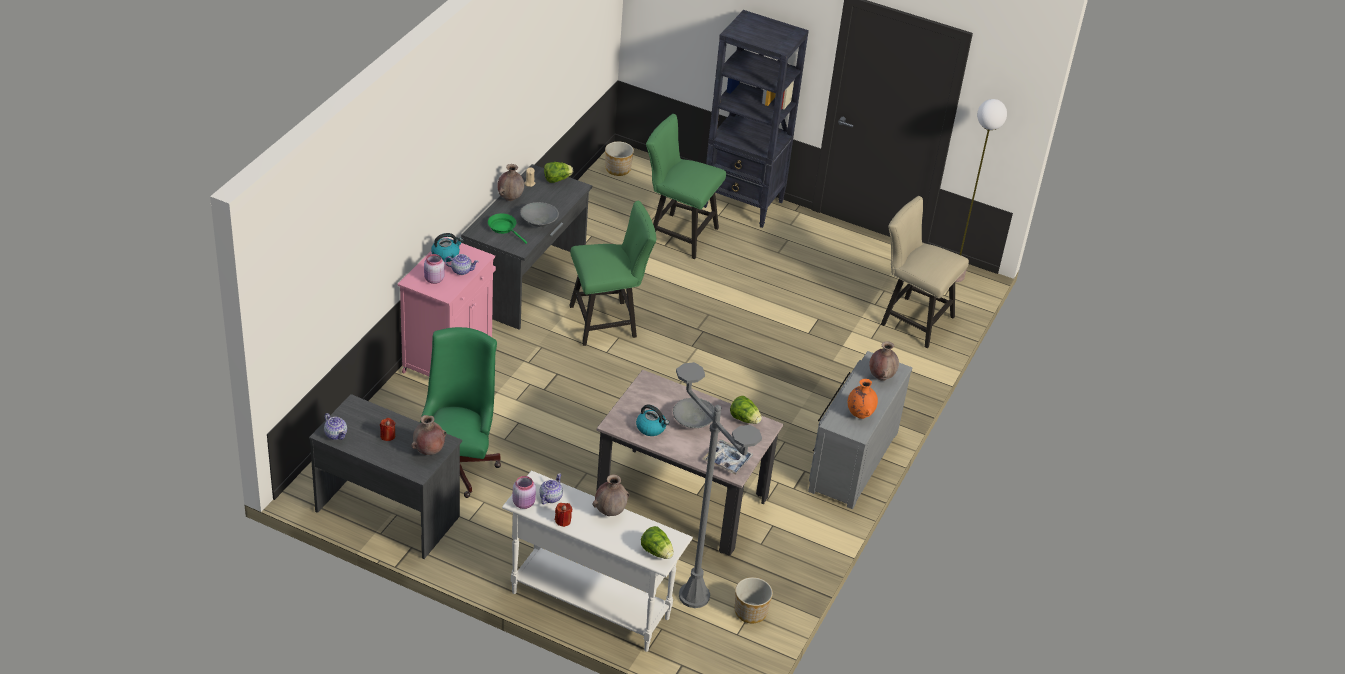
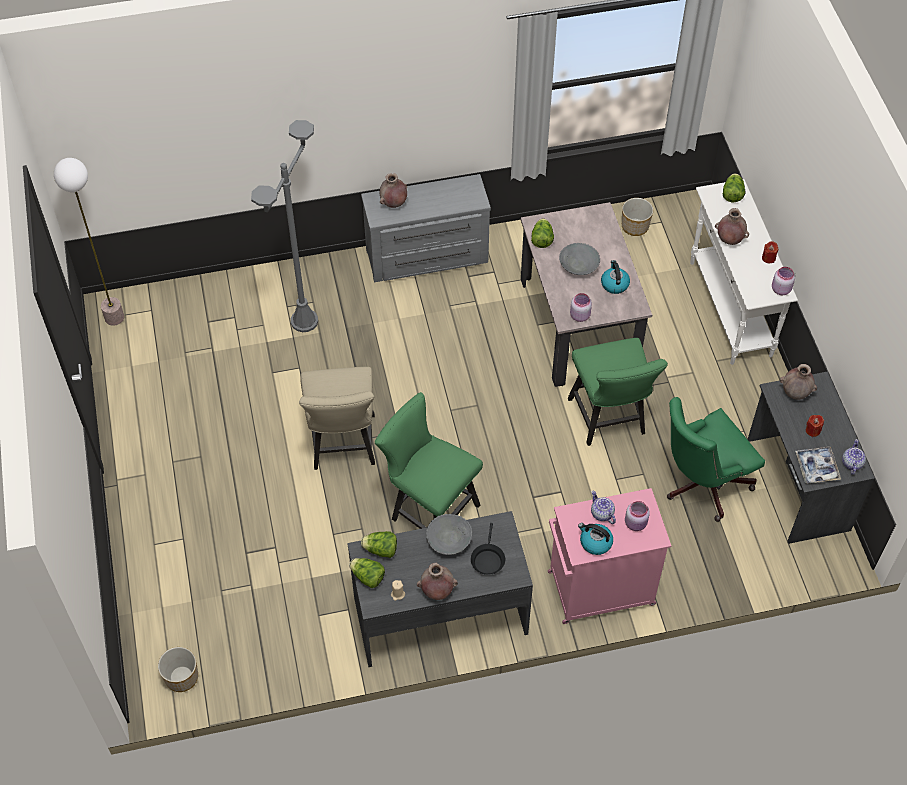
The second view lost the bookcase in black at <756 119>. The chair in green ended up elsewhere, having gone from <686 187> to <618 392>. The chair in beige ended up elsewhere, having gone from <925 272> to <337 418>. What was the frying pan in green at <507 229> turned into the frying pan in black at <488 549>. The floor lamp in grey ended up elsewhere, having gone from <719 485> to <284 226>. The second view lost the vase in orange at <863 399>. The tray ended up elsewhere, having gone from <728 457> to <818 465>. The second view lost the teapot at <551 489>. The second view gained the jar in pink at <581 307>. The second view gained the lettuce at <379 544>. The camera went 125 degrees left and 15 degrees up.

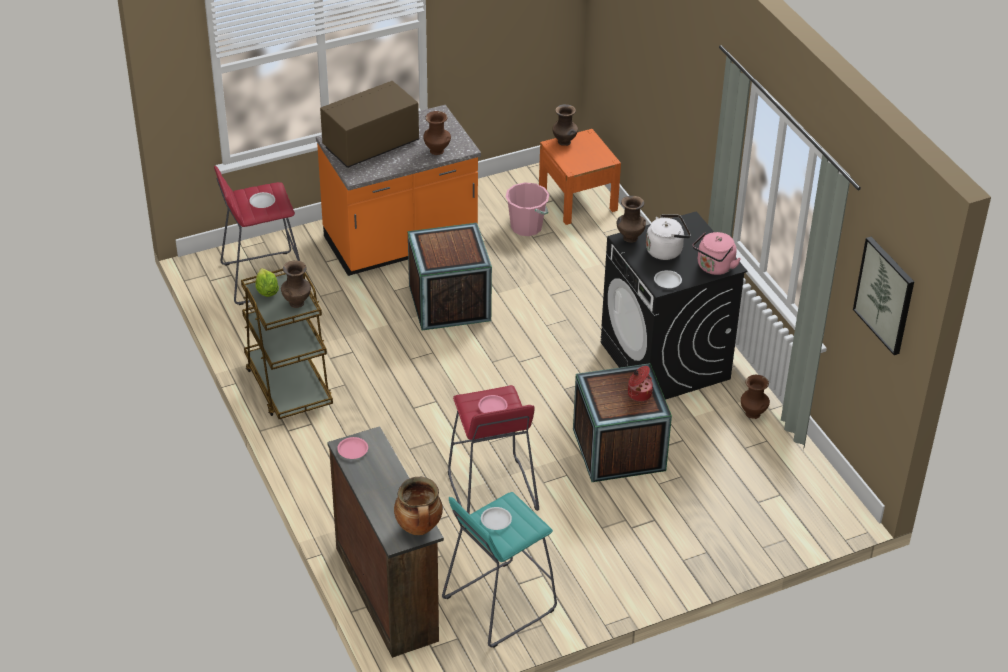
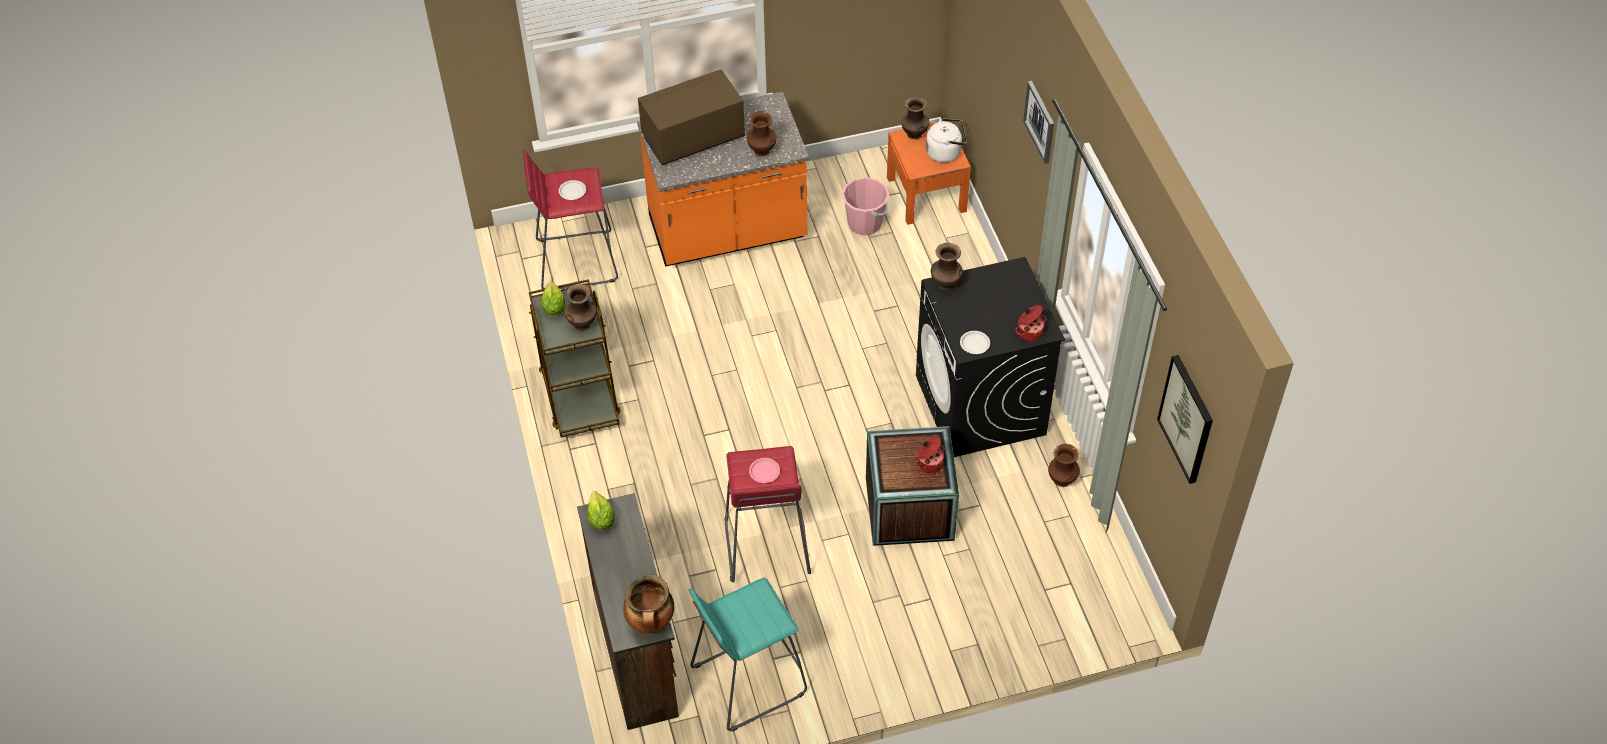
The kettle in white ended up elsewhere, having gone from <668 237> to <946 140>. The second view lost the crate at <450 276>. Where the kettle in pink stood at <716 253>, the cooking pot came to stand at <1030 323>. Where the plate in pink stood at <352 448>, the lettuce came to stand at <601 510>. The second view lost the plate in white at <496 518>. The second view gained the picture at <1038 122>. The camera went 10 degrees right and 10 degrees up.

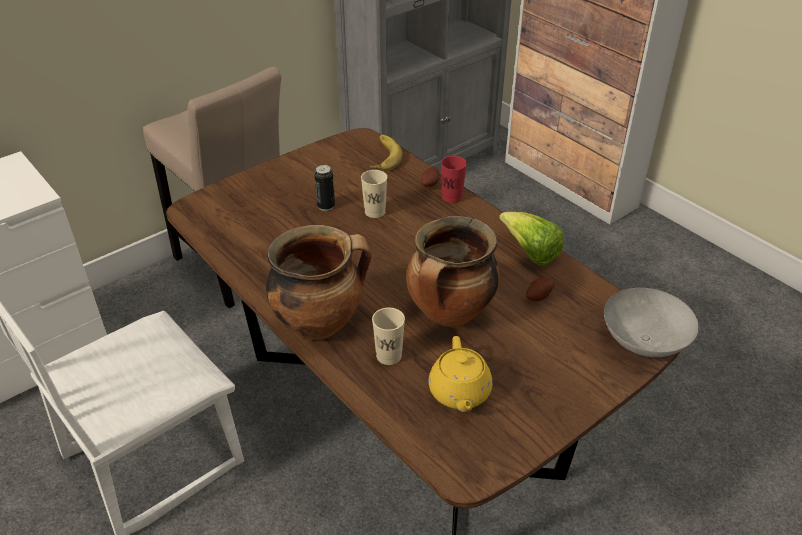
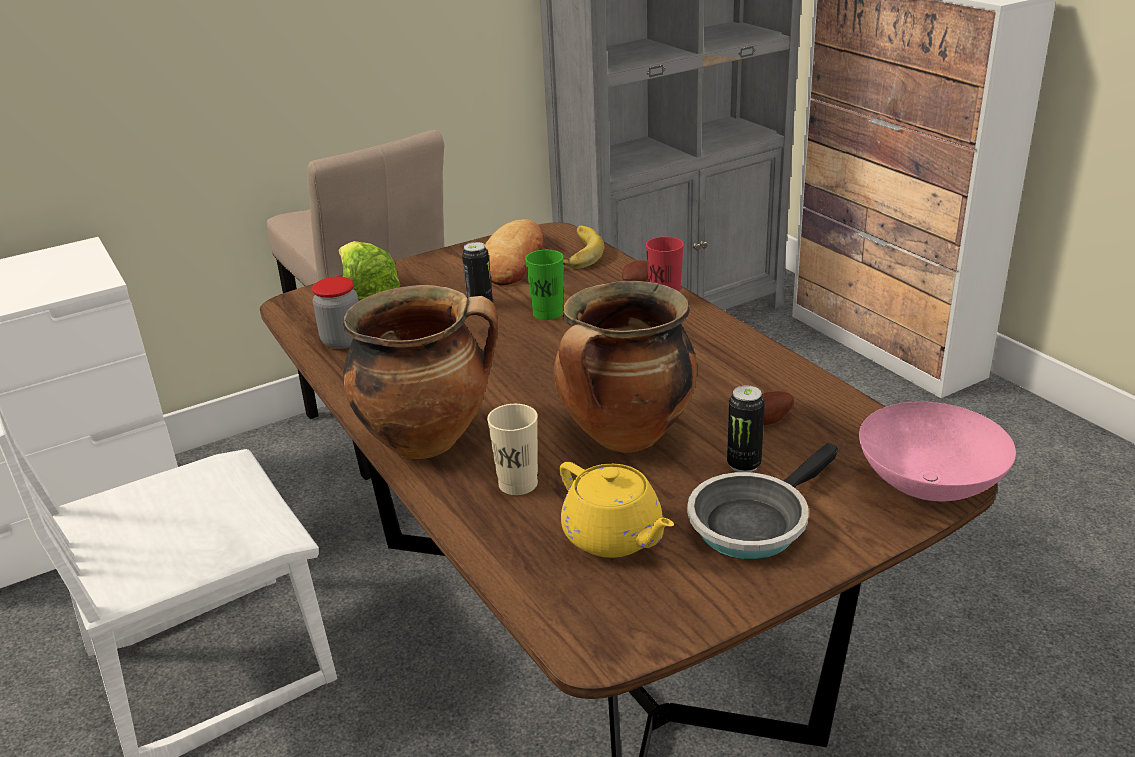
What was the cup in beige at <374 194> turned into the cup in green at <544 285>. The lettuce ended up elsewhere, having gone from <531 239> to <369 271>. What was the bowl in grey at <651 322> turned into the bowl in pink at <937 451>. The teapot in yellow at <461 374> ended up facing another way, 45 degrees counterclockwise from before. The second view gained the bread at <514 252>. The second view gained the jar at <335 313>. The second view gained the can at <746 429>. The second view gained the frying pan at <762 500>. The camera went 10 degrees right and 10 degrees down.

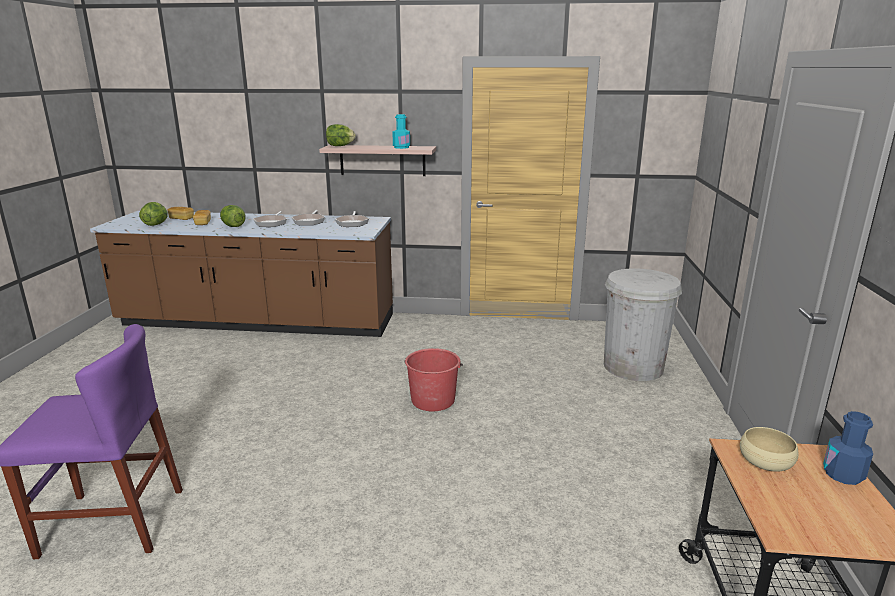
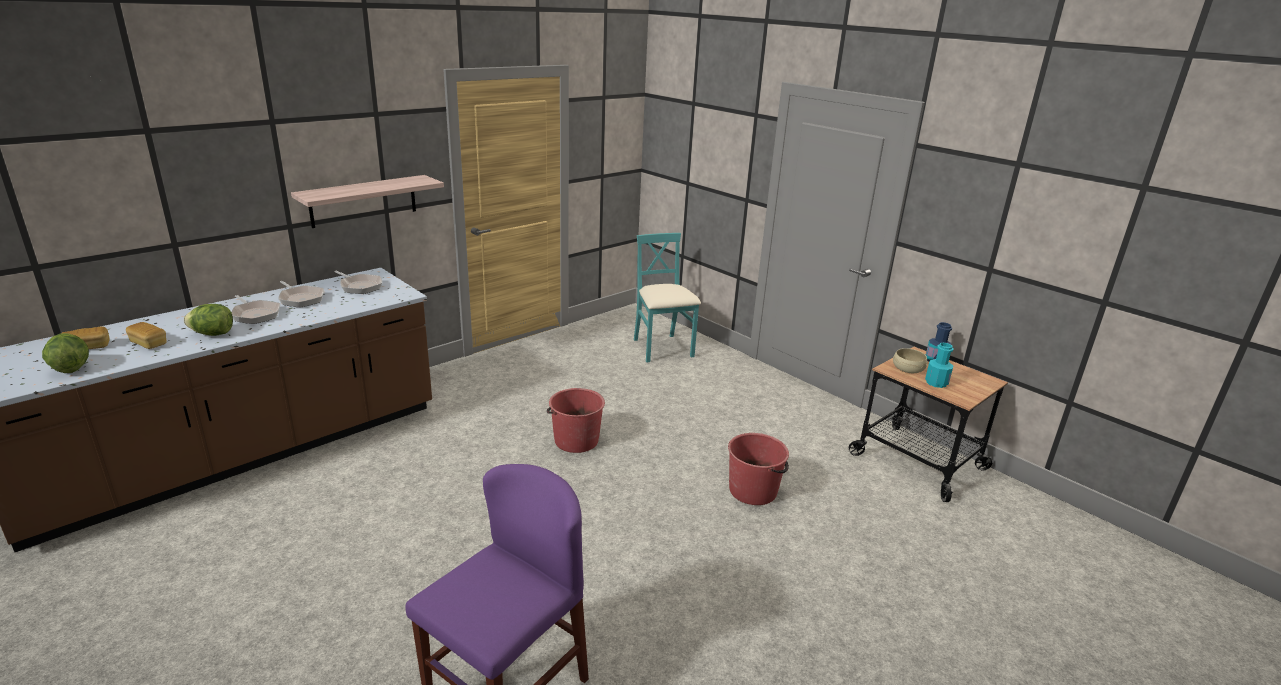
The bottle in turquoise ended up elsewhere, having gone from <401 131> to <939 365>. The second view lost the lettuce at <341 135>. Where the trash can in white stood at <643 324>, the chair in turquoise came to stand at <667 298>. The second view gained the bucket in red at <758 469>. The camera went 50 degrees left and 5 degrees up.

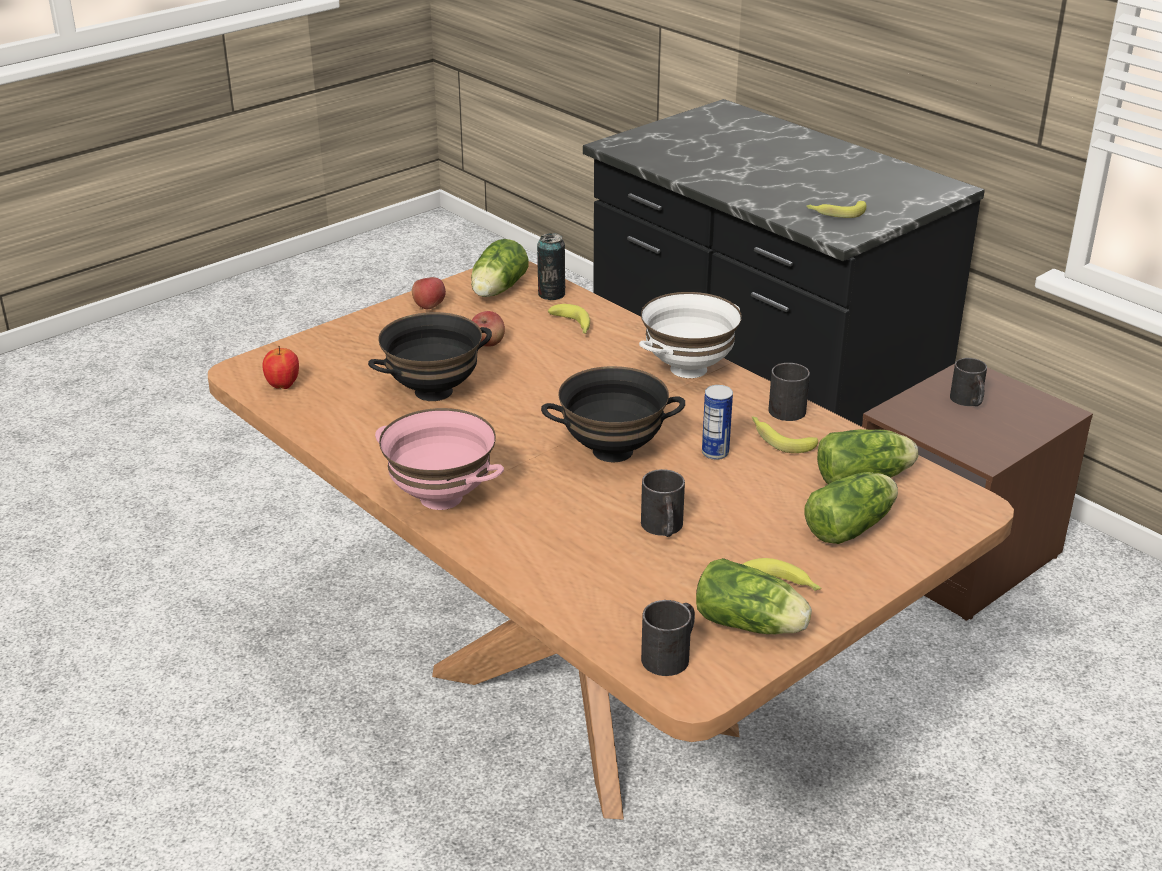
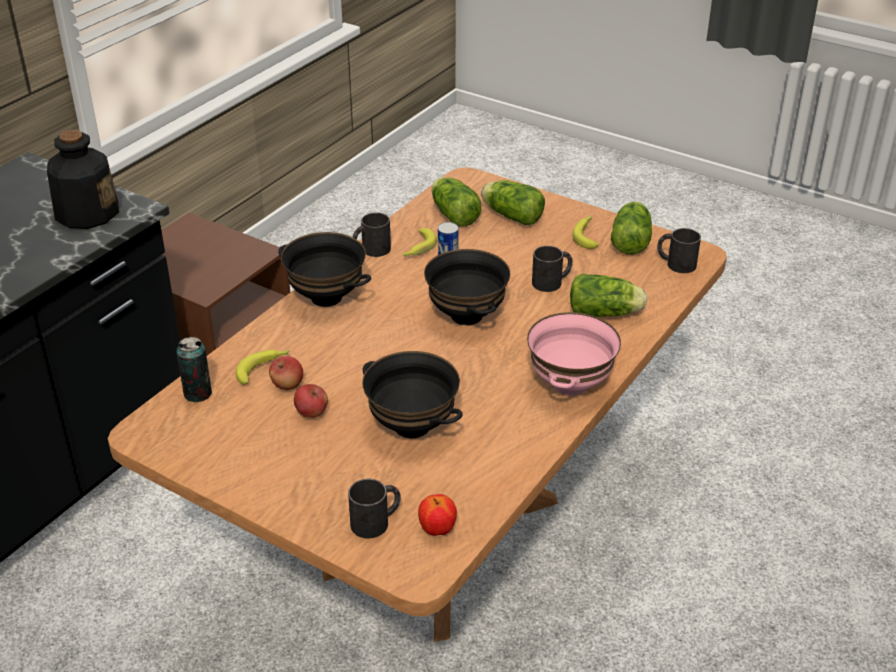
Where the banana stood at <836 209>, the bottle came to stand at <83 179>. The lettuce ended up elsewhere, having gone from <499 268> to <608 295>. The apple ended up elsewhere, having gone from <429 293> to <286 373>. What was the bowl in white at <690 335> turned into the bowl in black at <324 269>. The mug in black ended up elsewhere, having gone from <968 382> to <374 508>. The camera went 105 degrees left and 5 degrees up.

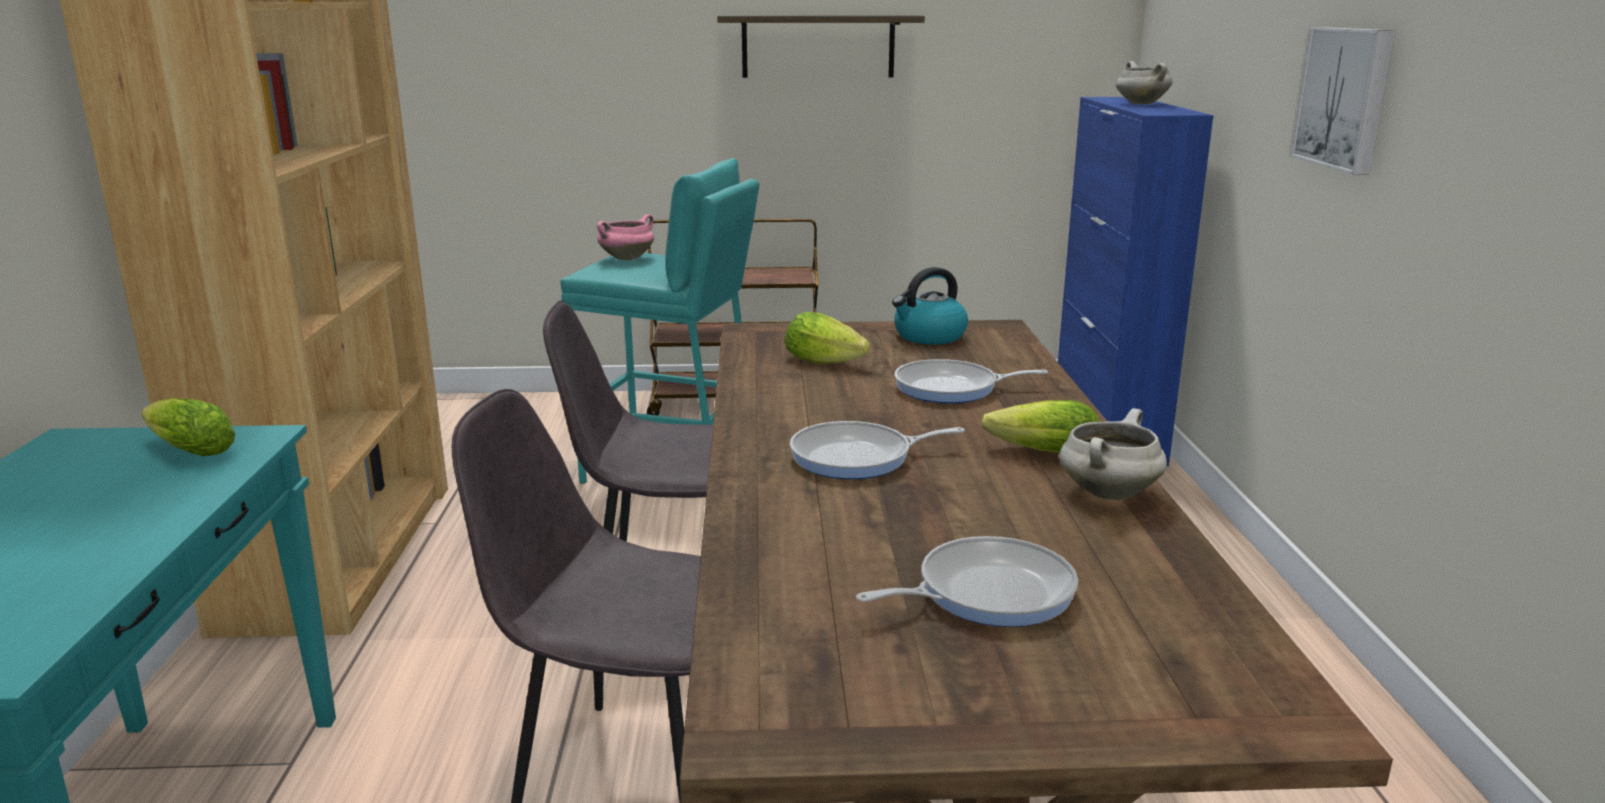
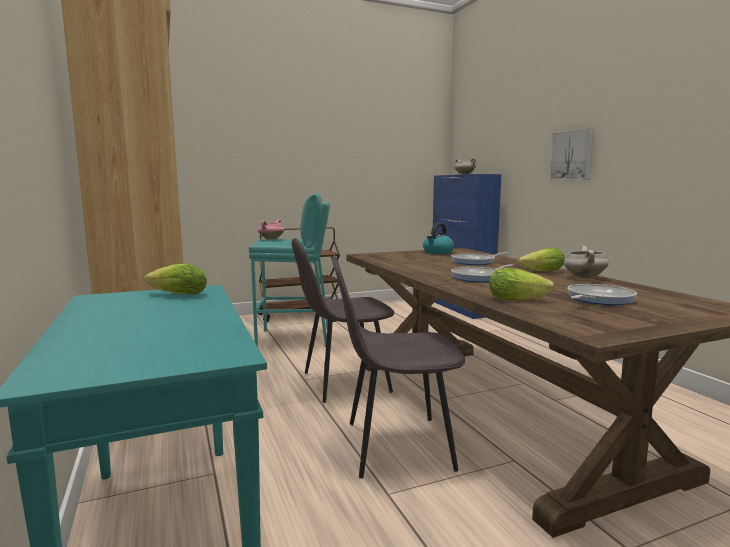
The second view lost the shelf at <821 46>. The lettuce ended up elsewhere, having gone from <827 338> to <522 284>. The camera went 20 degrees left and 10 degrees down.

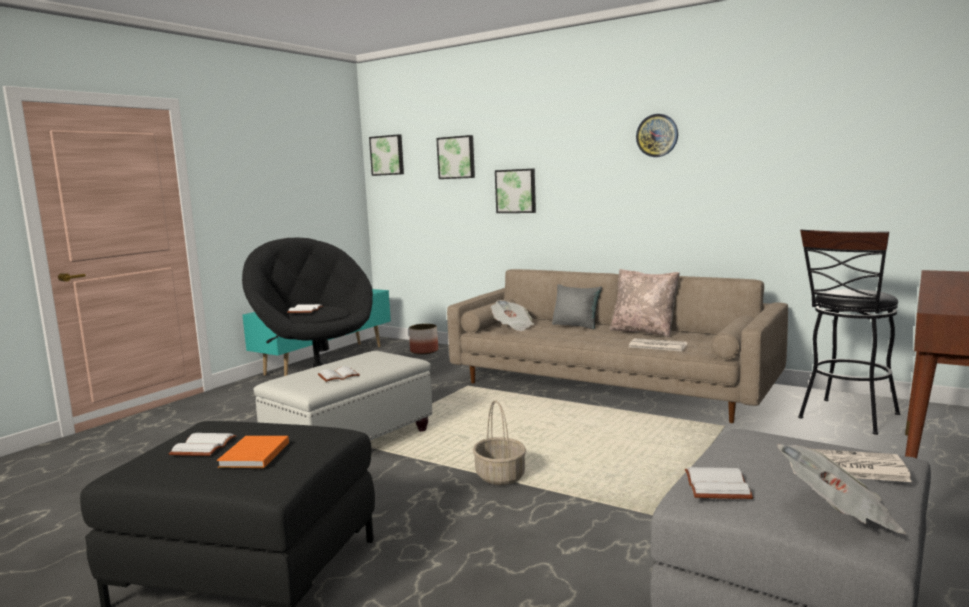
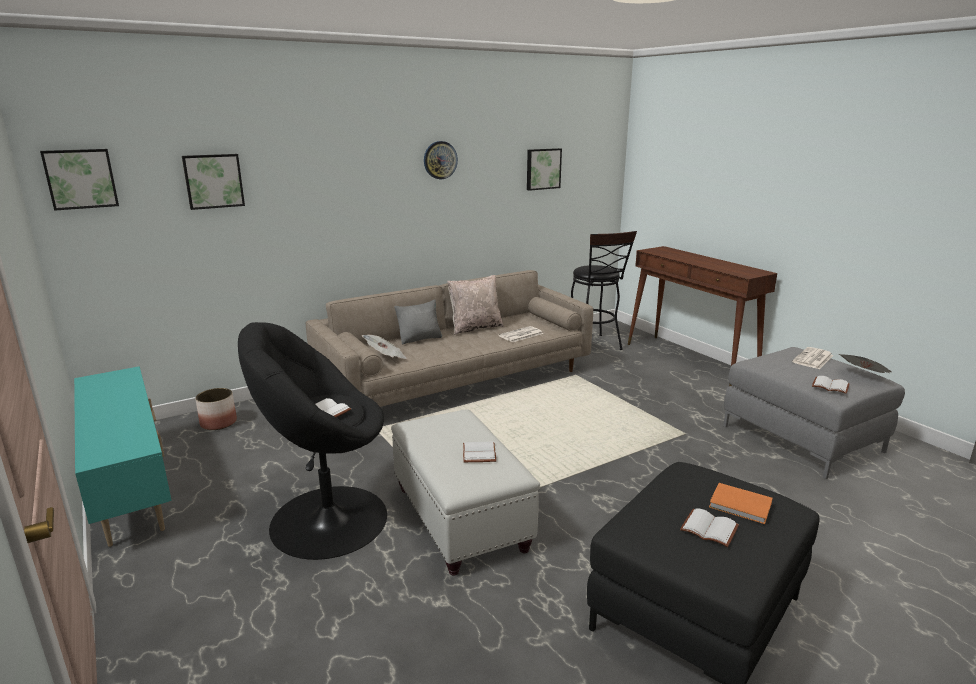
The picture ended up elsewhere, having gone from <515 191> to <544 169>. The second view lost the basket at <499 442>. The camera went 65 degrees left and 10 degrees up.

